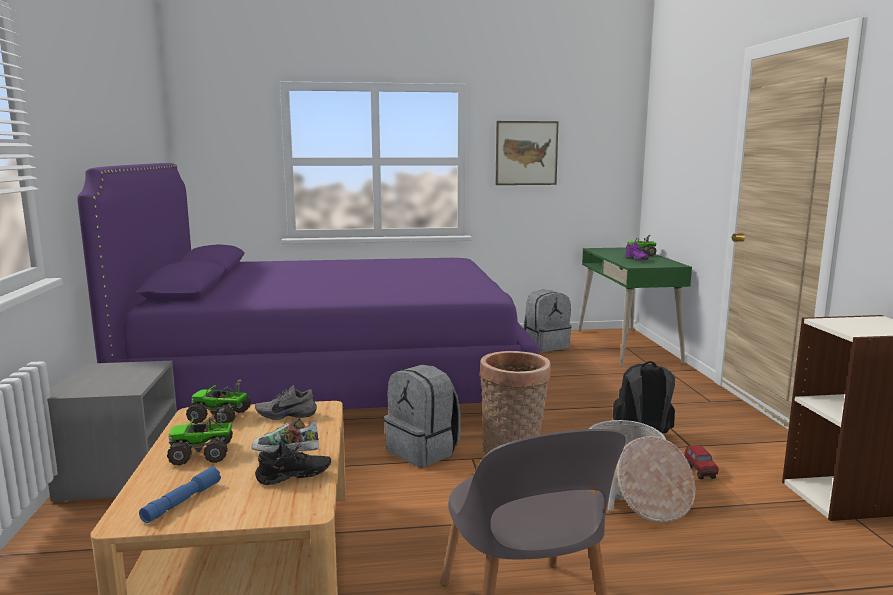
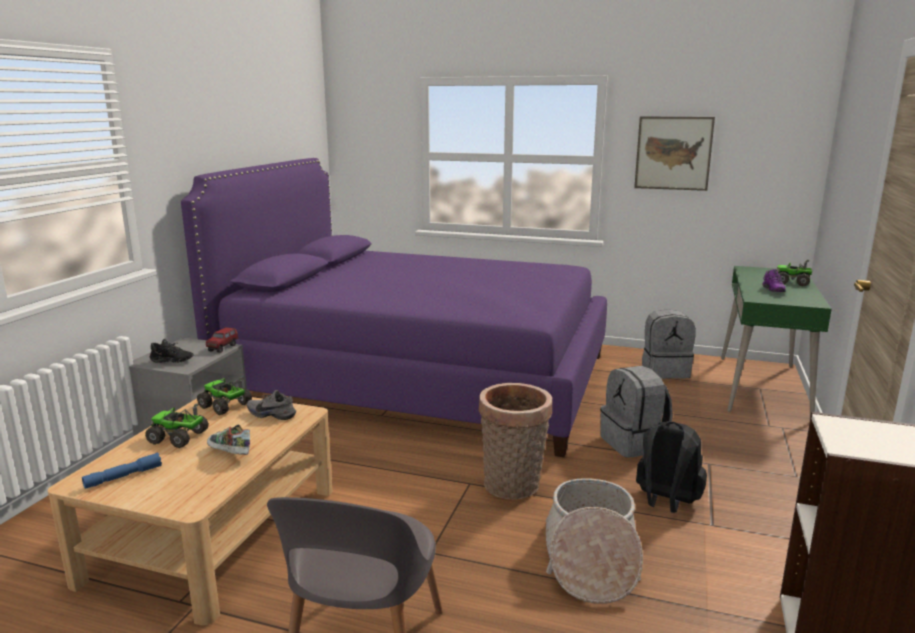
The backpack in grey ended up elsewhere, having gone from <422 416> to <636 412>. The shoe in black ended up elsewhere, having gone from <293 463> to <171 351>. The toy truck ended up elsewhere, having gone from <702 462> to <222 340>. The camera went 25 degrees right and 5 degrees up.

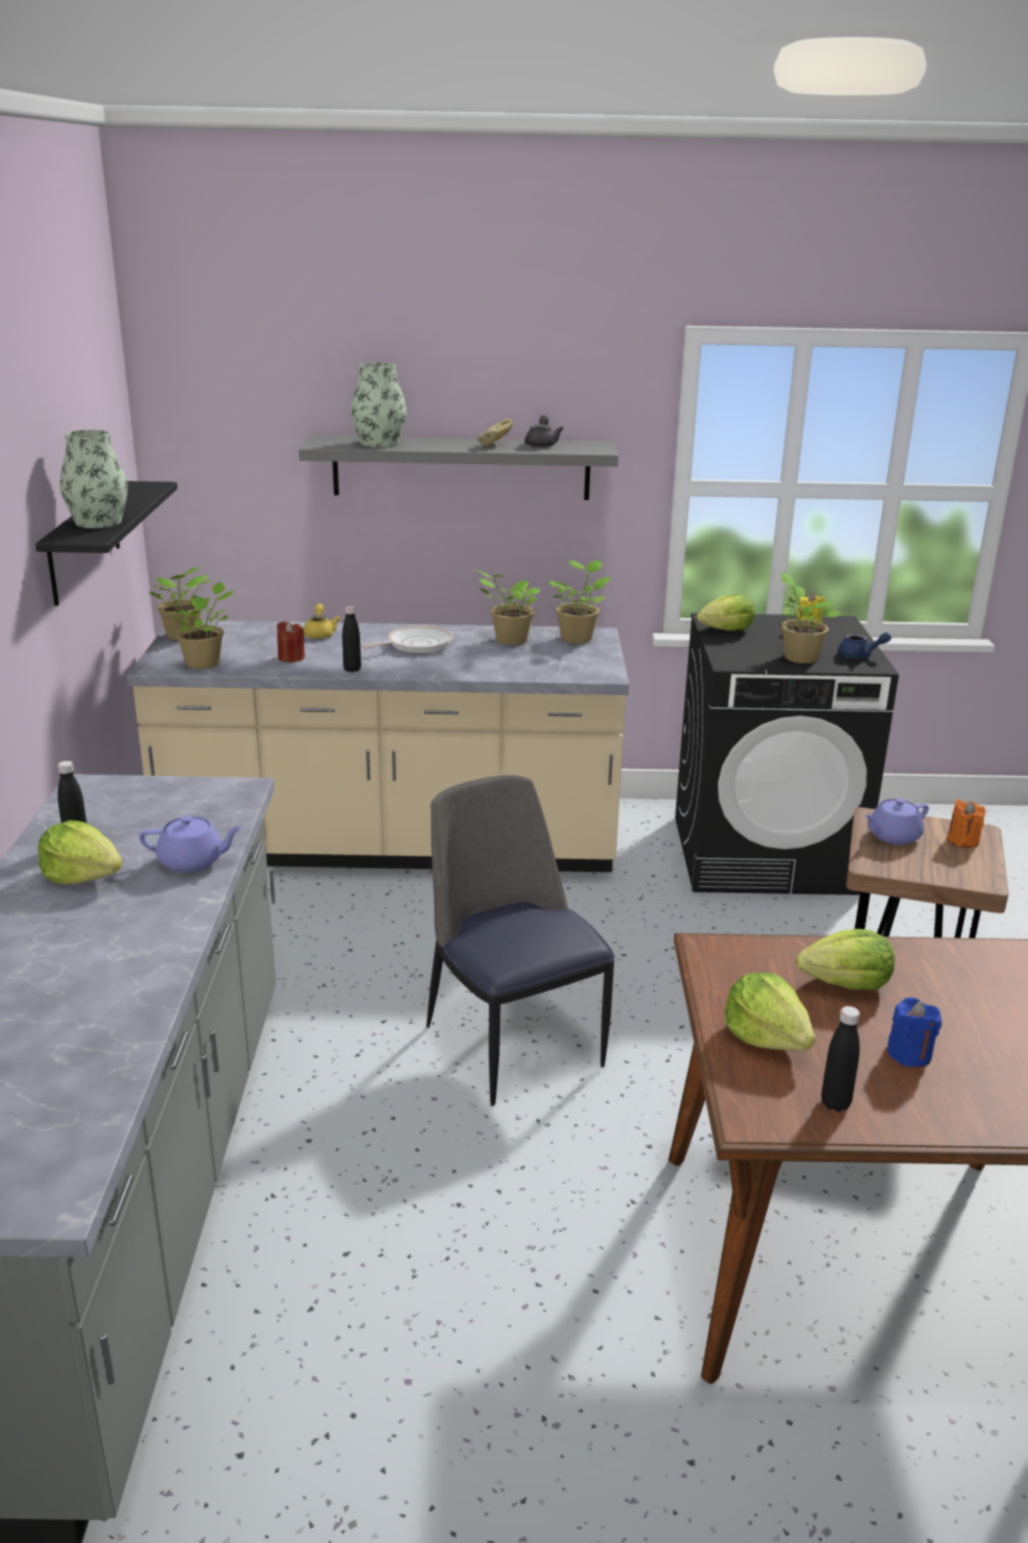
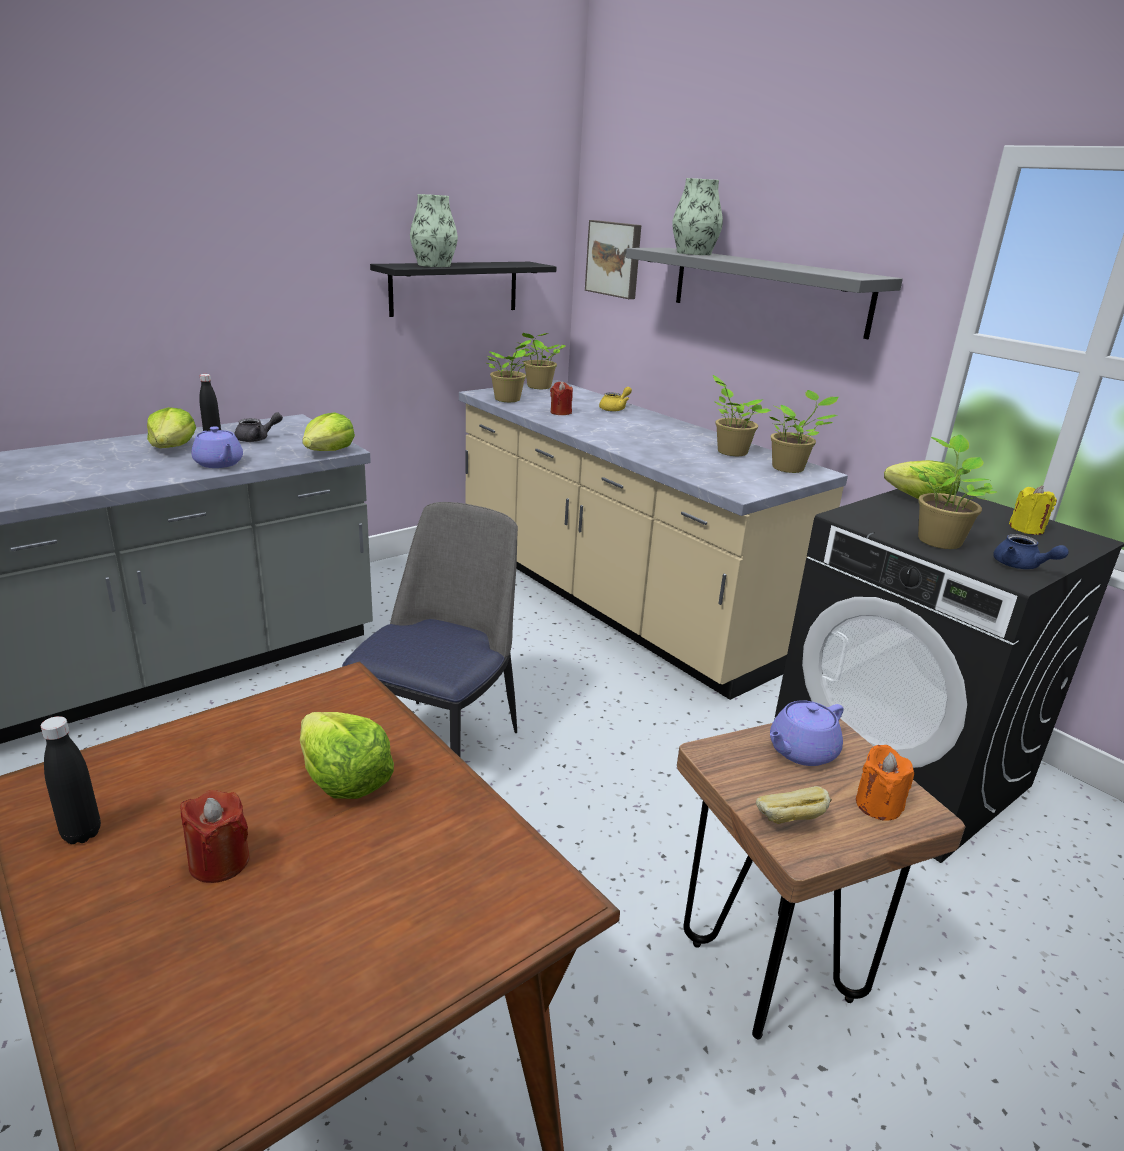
The teapot in grey ended up elsewhere, having gone from <544 431> to <259 427>. The bread ended up elsewhere, having gone from <495 432> to <794 805>. The second view lost the bottle in black at <351 639>. The second view lost the frying pan at <407 639>. The teapot in purple at <896 821> ended up facing another way, 60 degrees counterclockwise from before. The lettuce ended up elsewhere, having gone from <770 1011> to <328 431>. What was the candle in blue at <914 1032> turned into the candle in red at <215 836>. The second view gained the picture at <613 259>. The camera went 50 degrees right and 0 degrees up.

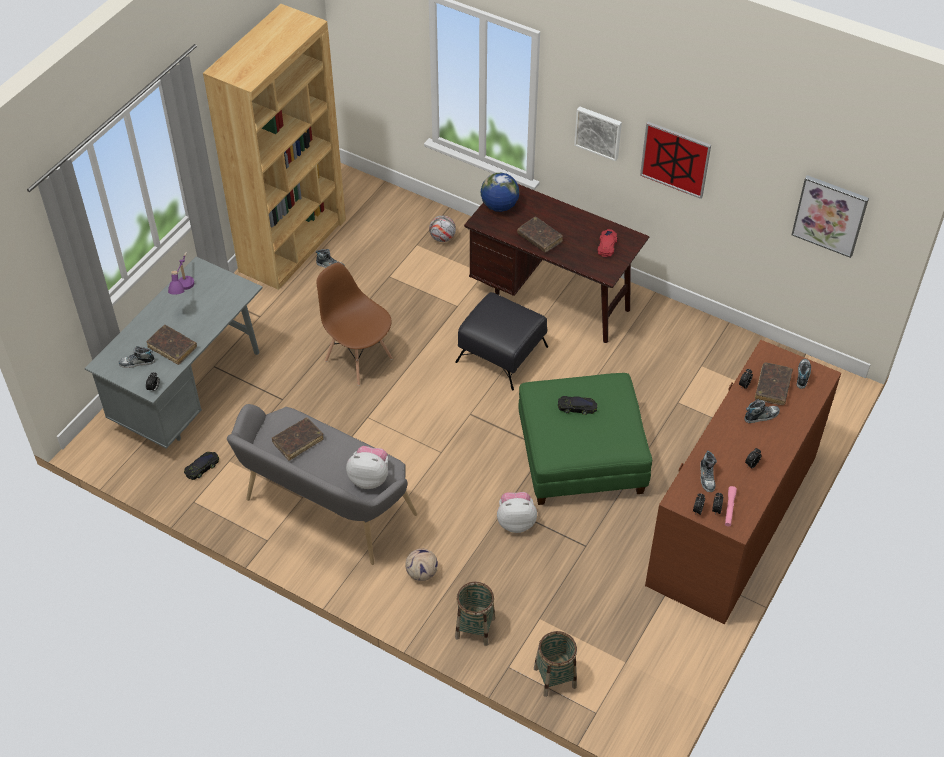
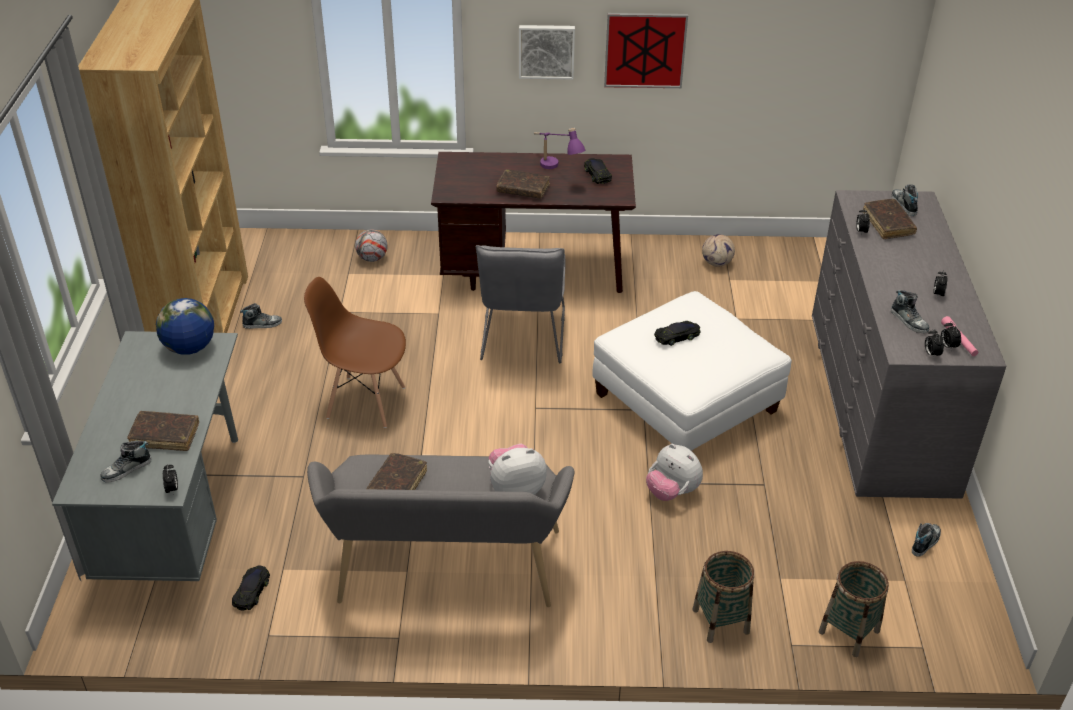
The globe ended up elsewhere, having gone from <499 192> to <185 326>. The second view lost the picture at <830 216>. What was the toy car in red at <607 243> turned into the toy car in black at <598 171>. The table lamp in purple ended up elsewhere, having gone from <181 273> to <560 148>. Where the ottoman in black stood at <501 341>, the chair in grey came to stand at <520 304>. What was the dresser in brown at <743 482> turned into the dresser in grey at <909 344>. What was the ottoman in green at <585 439> turned into the ottoman in white at <692 371>. The shoe ended up elsewhere, having gone from <762 411> to <926 540>. The plush toy at <517 512> ended up facing another way, 105 degrees counterclockwise from before. The football ended up elsewhere, having gone from <421 564> to <718 250>. The camera went 30 degrees left and 10 degrees down.

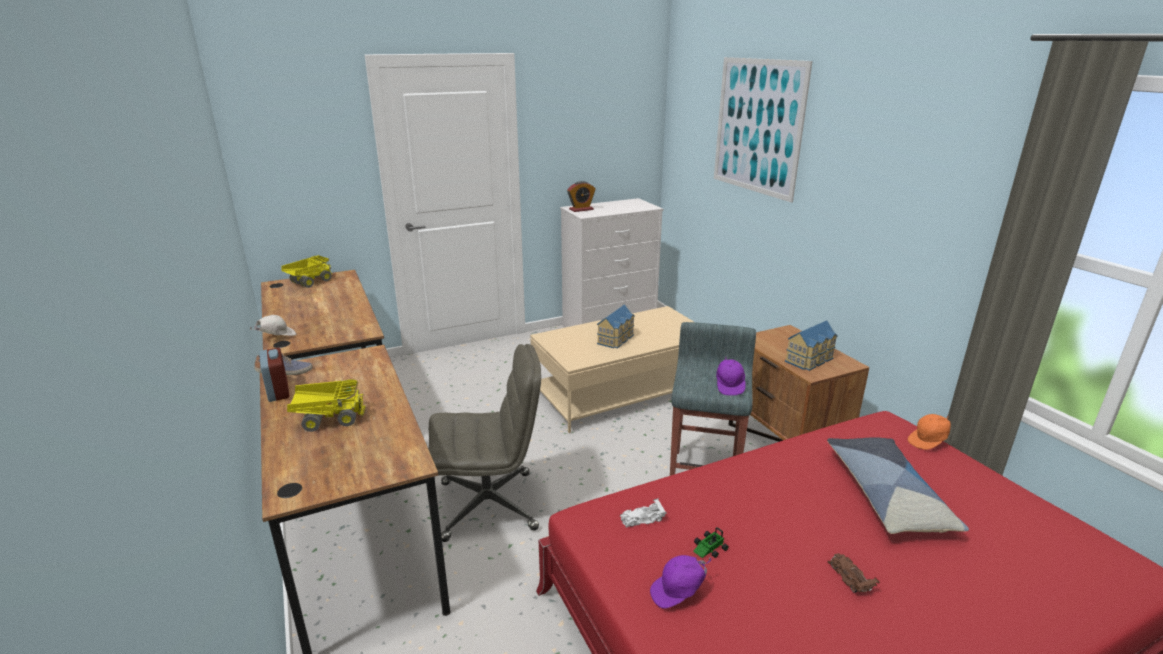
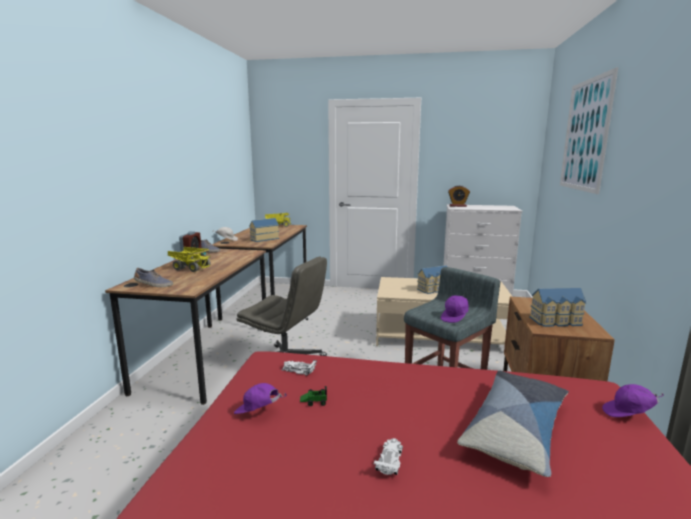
What was the cap in orange at <929 432> turned into the cap in purple at <633 400>. What was the toy car in brown at <853 573> turned into the toy car in white at <388 456>. The second view gained the toy house at <264 230>. The second view gained the shoe at <153 277>. The camera went 35 degrees right and 10 degrees down.

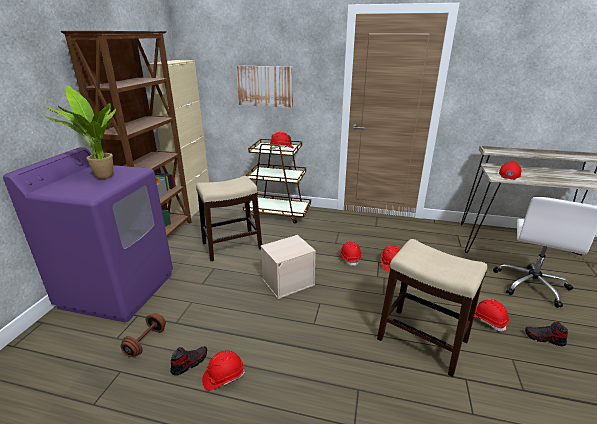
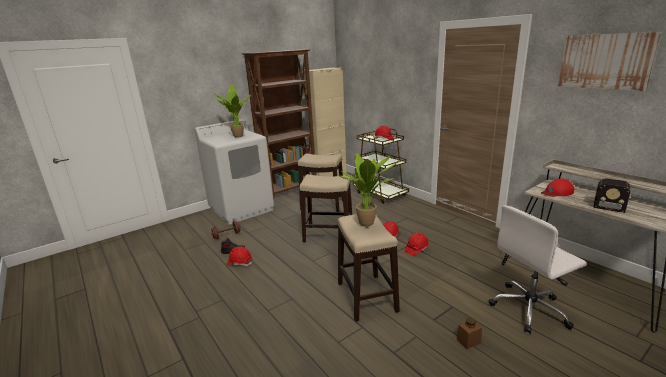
The picture ended up elsewhere, having gone from <264 86> to <609 61>. What was the washing machine in purple at <88 234> turned into the washing machine in white at <234 172>. Where the storage box in beige stood at <288 267>, the stool came to stand at <325 208>. The second view lost the hard hat in red at <491 315>. Where the shoe stood at <546 334>, the jar in brown came to stand at <469 333>. The second view gained the potted plant at <366 190>. The second view gained the radio at <602 195>. The camera went 40 degrees right and 5 degrees down.

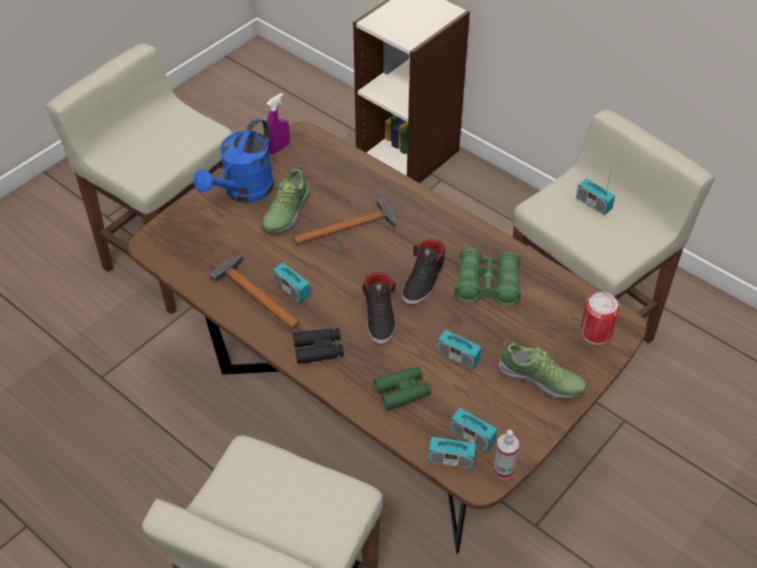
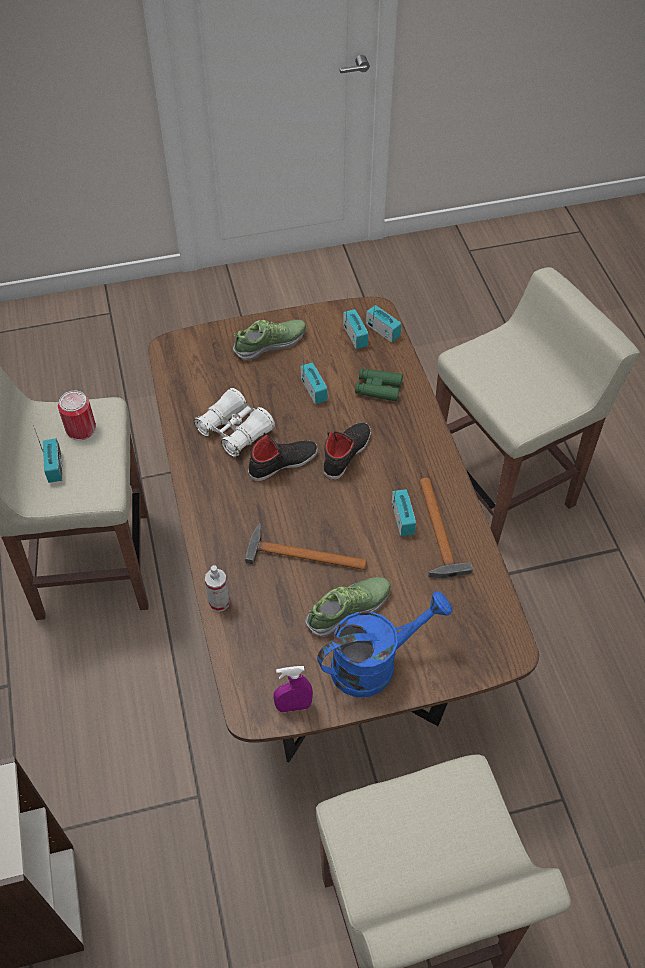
What was the binoculars in green at <487 277> turned into the binoculars in white at <234 422>. The can ended up elsewhere, having gone from <599 318> to <77 415>. The second view lost the binoculars in black at <318 346>. The shoe at <543 370> ended up facing another way, 90 degrees clockwise from before. The spray bottle ended up elsewhere, having gone from <506 454> to <217 588>. The camera went 145 degrees left and 5 degrees up.

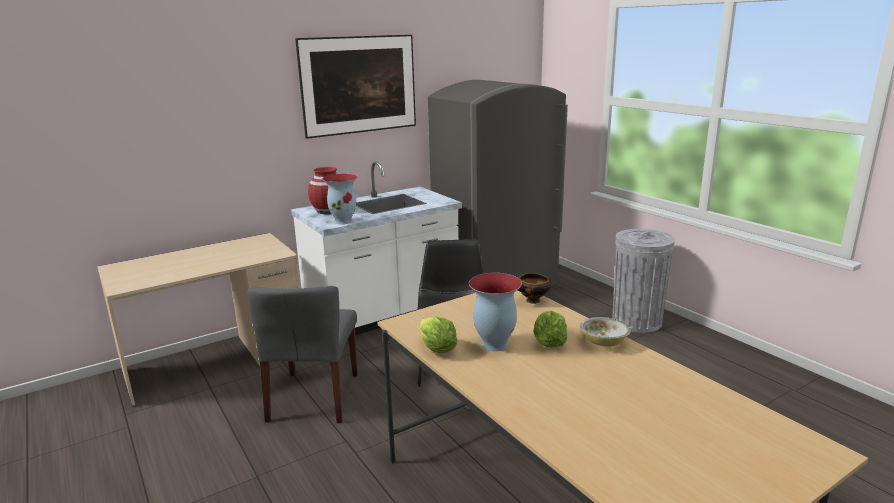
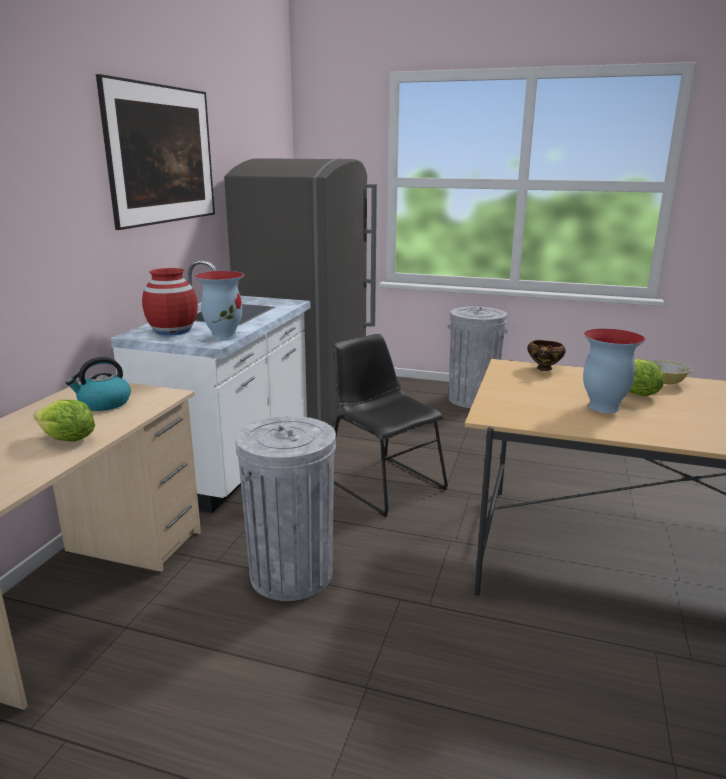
Where the chair in grey stood at <302 354>, the trash can in grey came to stand at <285 508>. The lettuce ended up elsewhere, having gone from <438 335> to <64 421>. The second view gained the kettle at <98 384>. The camera went 40 degrees left and 0 degrees up.

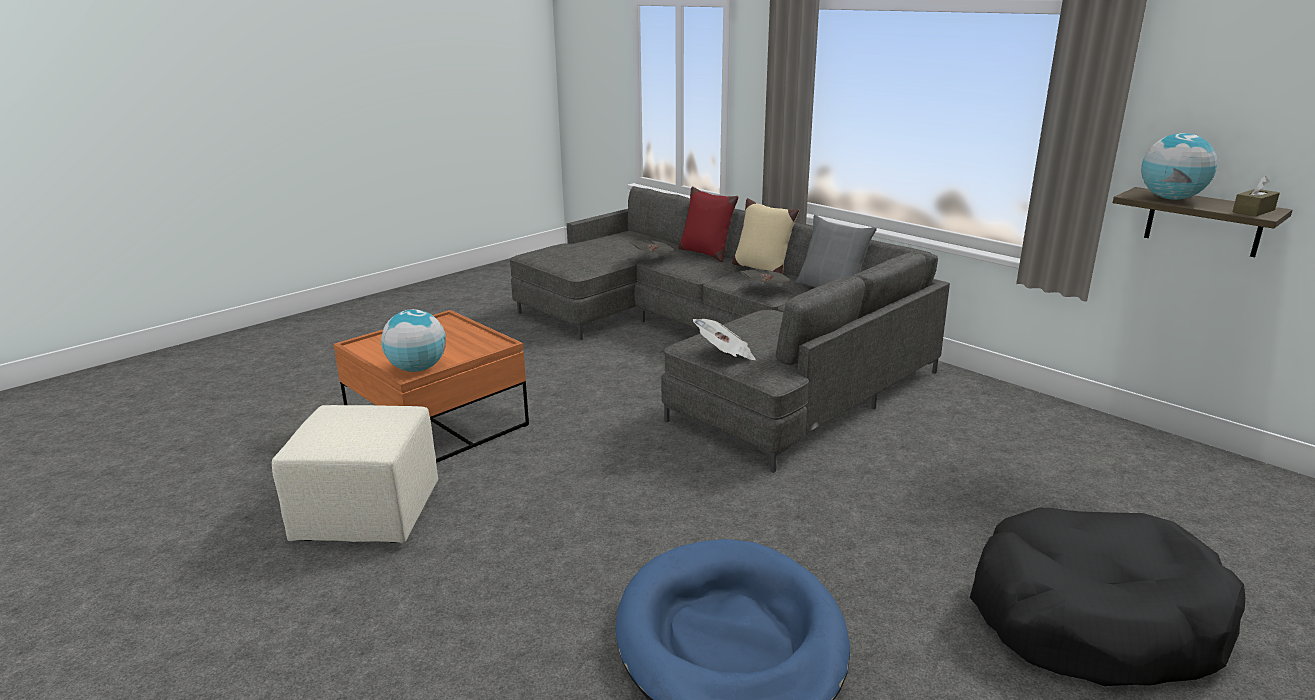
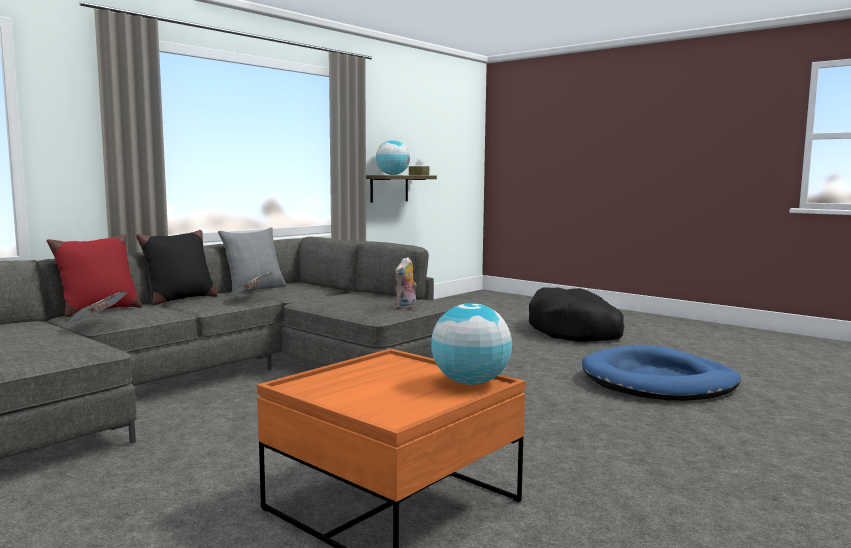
What was the pillow in beige at <765 236> turned into the pillow in black at <177 267>. Where the newspaper stood at <724 339>, the plush toy came to stand at <405 283>. The second view lost the ottoman in beige at <355 474>. The camera went 95 degrees left and 15 degrees down.

